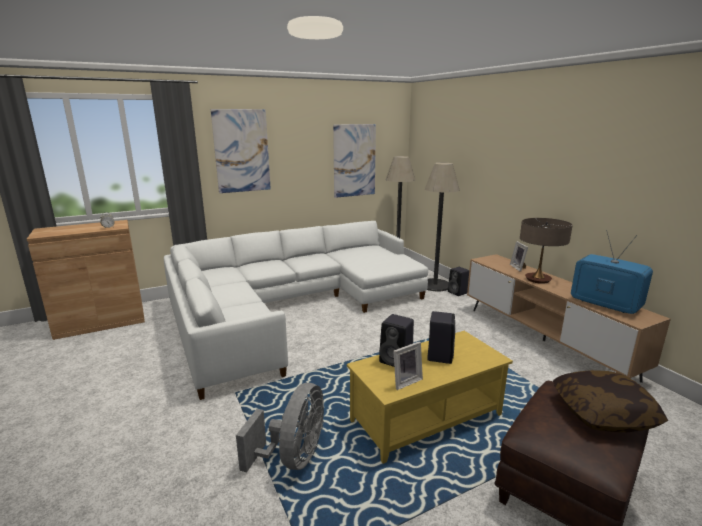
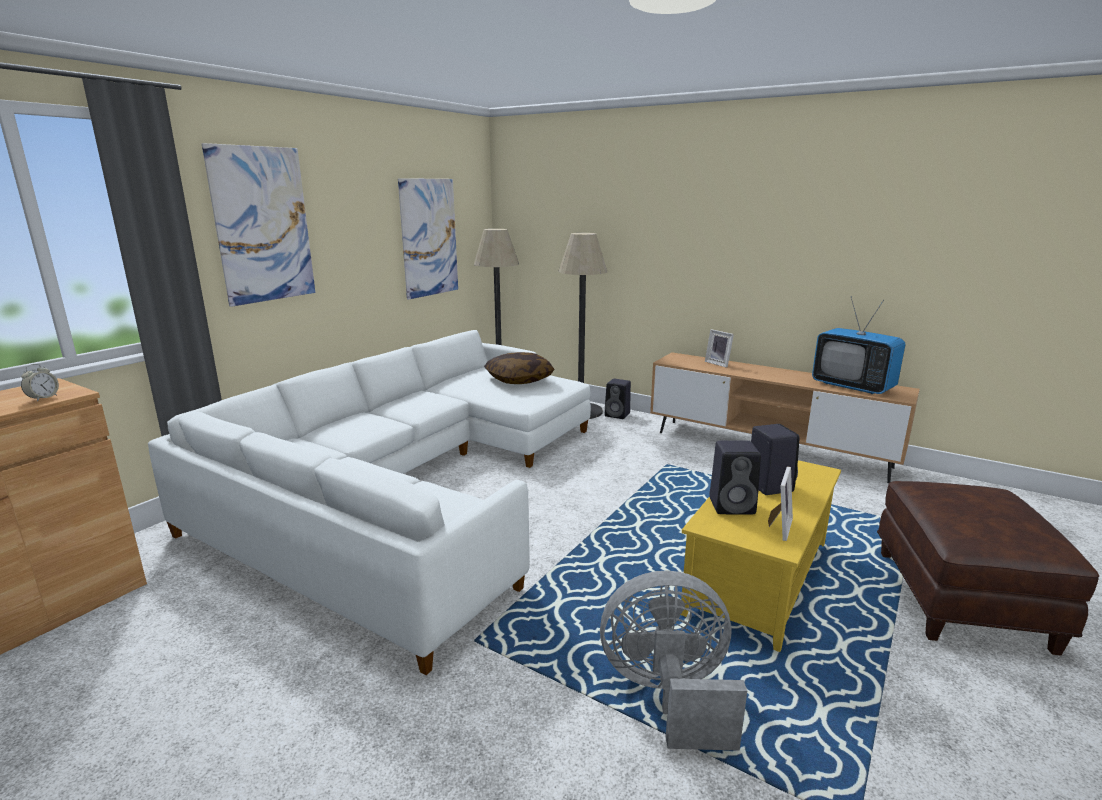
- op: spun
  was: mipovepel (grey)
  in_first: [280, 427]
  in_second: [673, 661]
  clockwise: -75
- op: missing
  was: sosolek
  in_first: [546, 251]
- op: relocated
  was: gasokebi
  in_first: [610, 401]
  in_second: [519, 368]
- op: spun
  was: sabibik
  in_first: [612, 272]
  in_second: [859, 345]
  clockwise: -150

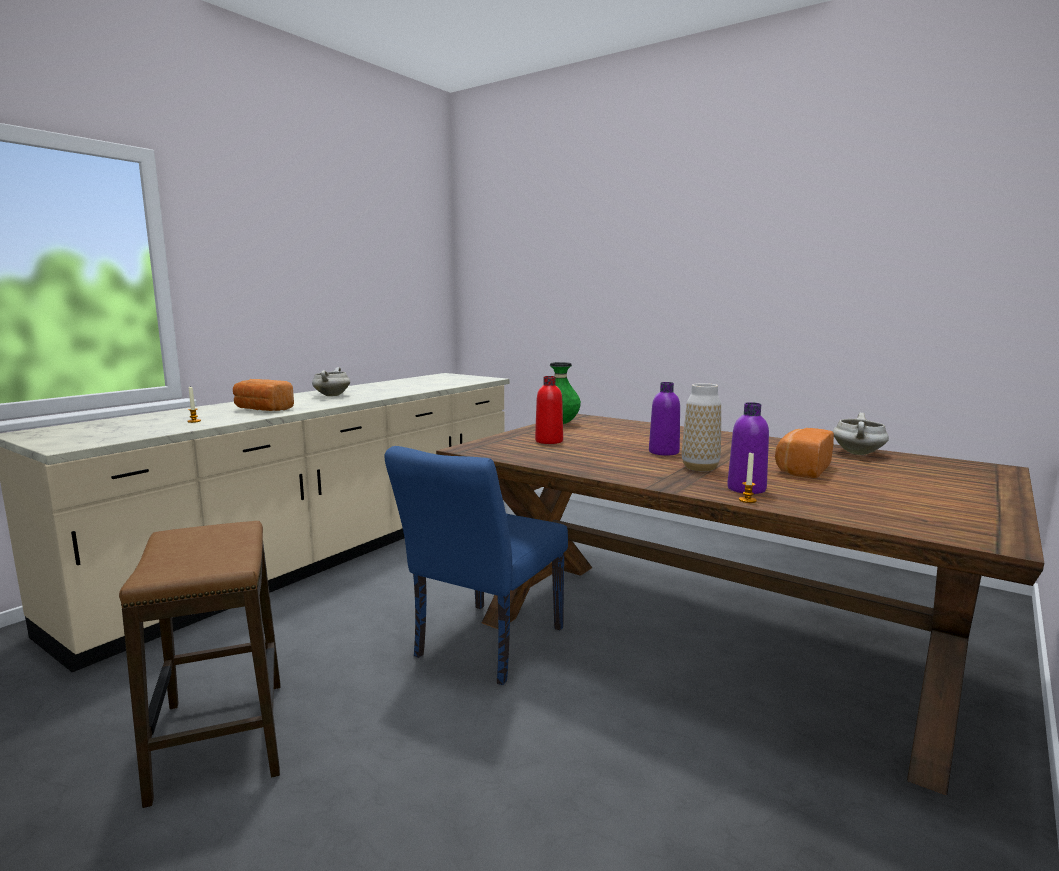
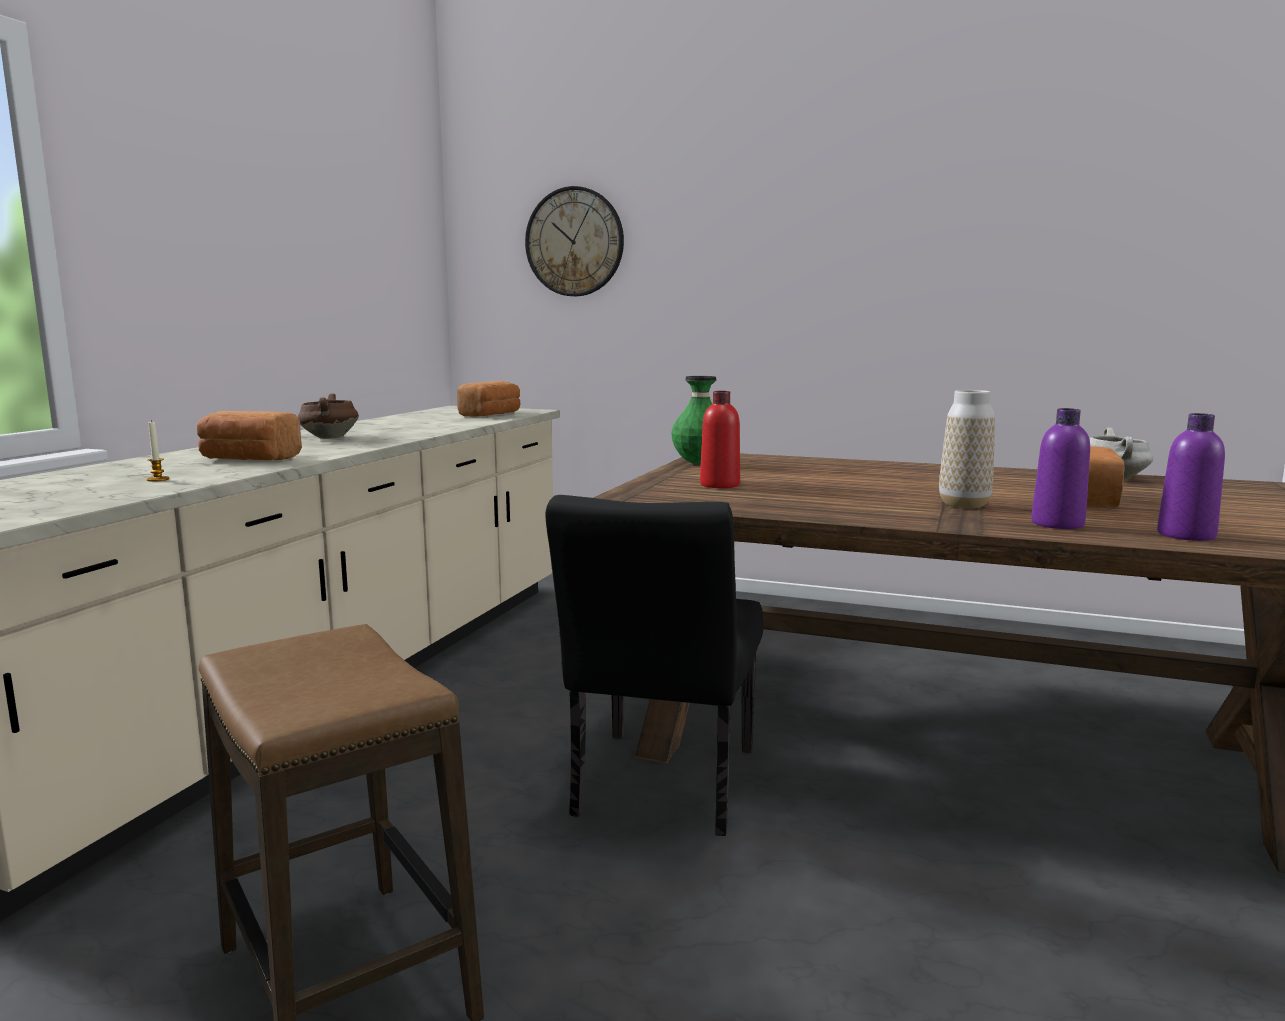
- op: colour
  was: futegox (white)
  now: futegox (brown)
  in_first: [331, 381]
  in_second: [328, 416]
- op: colour
  was: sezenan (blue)
  now: sezenan (black)
  in_first: [476, 565]
  in_second: [654, 665]
- op: relocated
  was: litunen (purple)
  in_first: [664, 419]
  in_second: [1191, 477]
- op: missing
  was: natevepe
  in_first: [748, 477]
- op: appeared
  now: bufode
  in_second: [489, 399]
- op: appeared
  now: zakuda
  in_second: [574, 241]

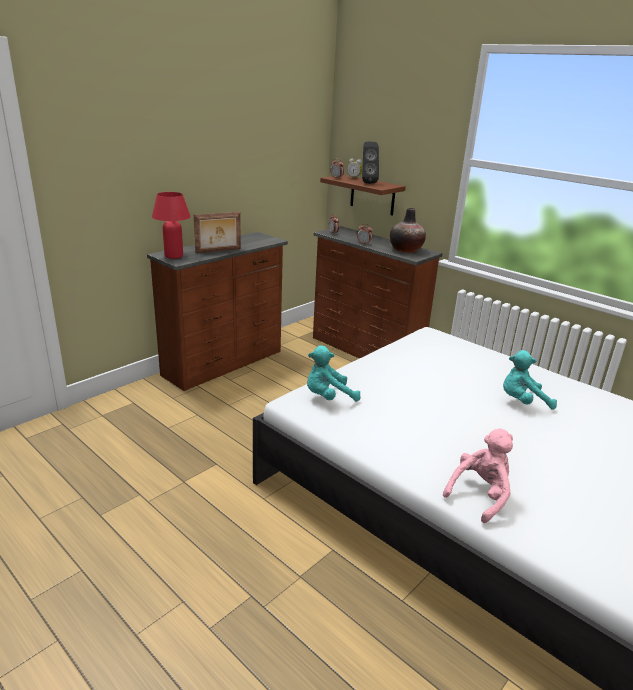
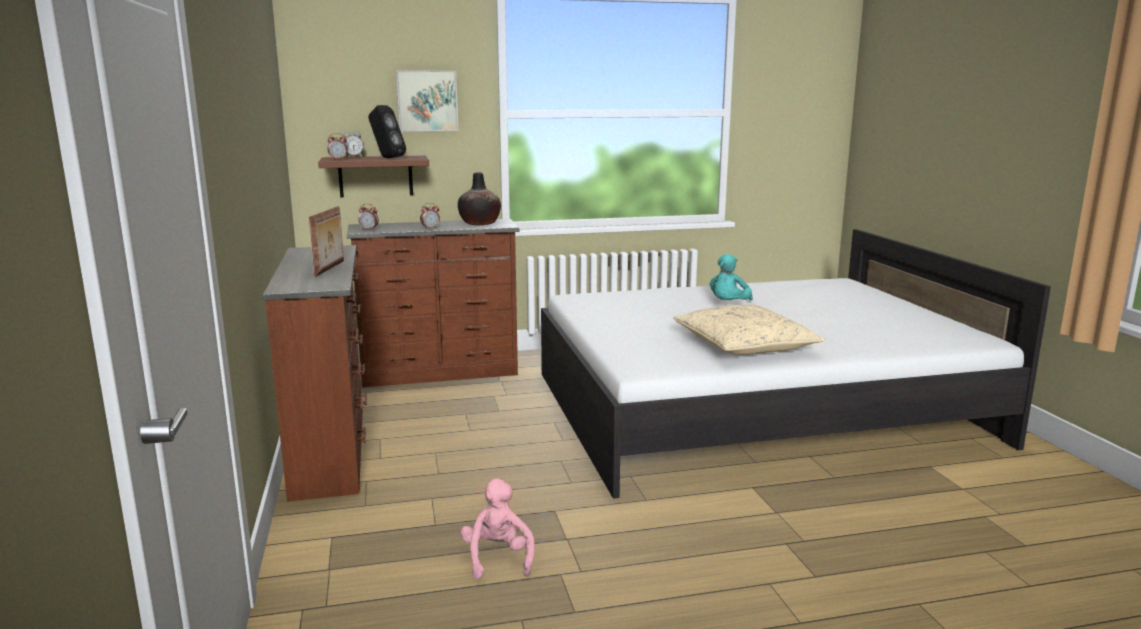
- op: missing
  was: sosolek (red)
  in_first: [171, 225]
- op: missing
  was: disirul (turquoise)
  in_first: [334, 373]
- op: relocated
  was: disirul (pink)
  in_first: [478, 475]
  in_second: [498, 528]
- op: appeared
  now: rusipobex
  in_second: [427, 100]
- op: appeared
  now: gasokebi (beige)
  in_second: [749, 330]

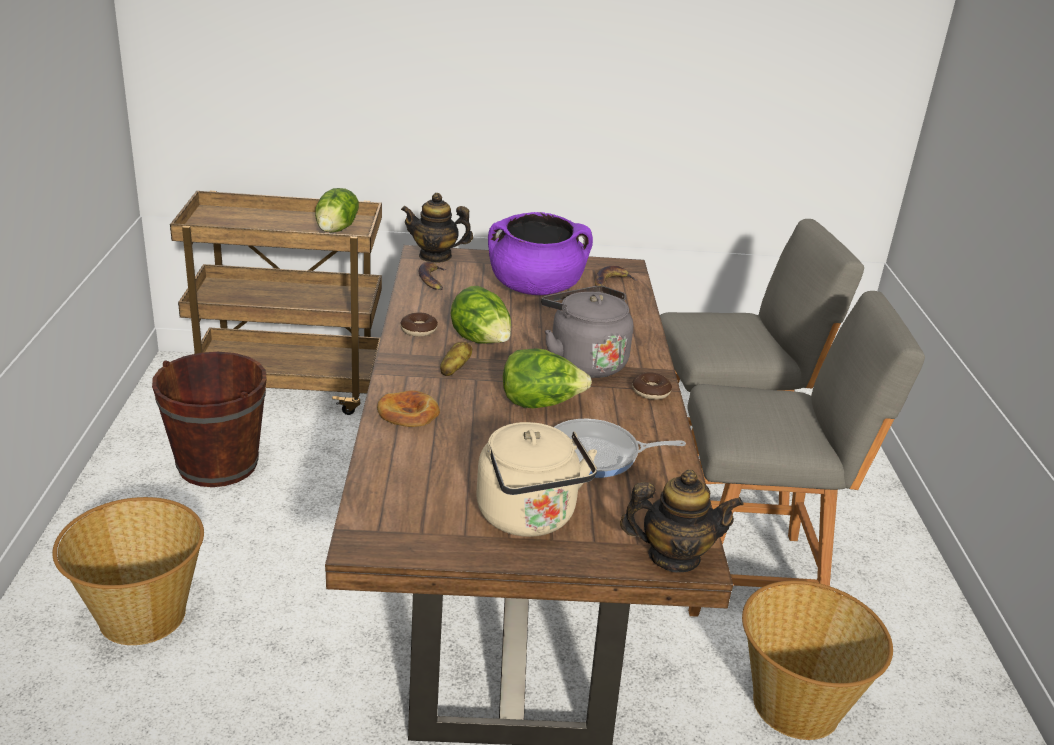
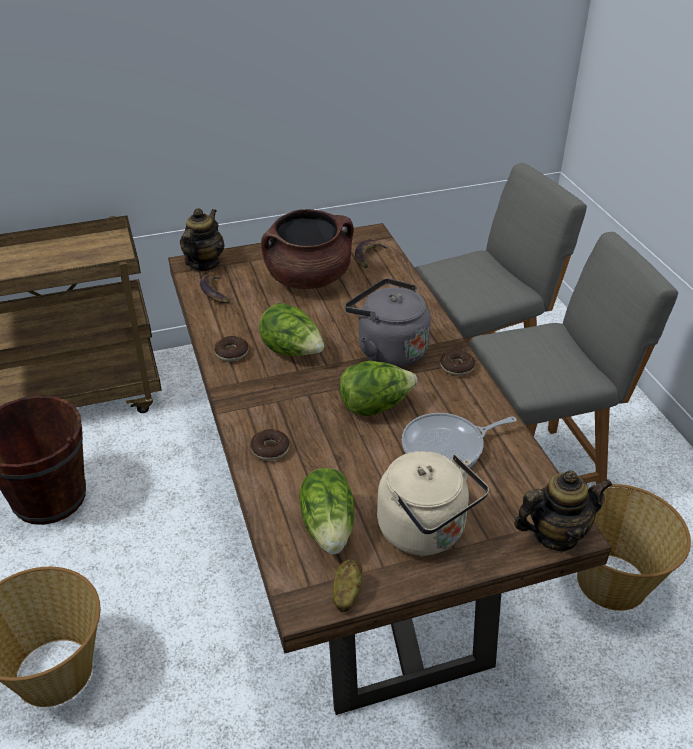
- op: relocated
  was: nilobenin
  in_first: [337, 210]
  in_second: [326, 511]
- op: exchanged
  was: bufode
  now: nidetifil
  in_first: [408, 408]
  in_second: [270, 445]
- op: spun
  was: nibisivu
  in_first: [437, 228]
  in_second: [202, 239]
  clockwise: 120
- op: relocated
  was: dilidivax
  in_first: [456, 359]
  in_second: [347, 585]
- op: colour
  was: futegox (purple)
  now: futegox (brown)
  in_first: [540, 253]
  in_second: [307, 249]

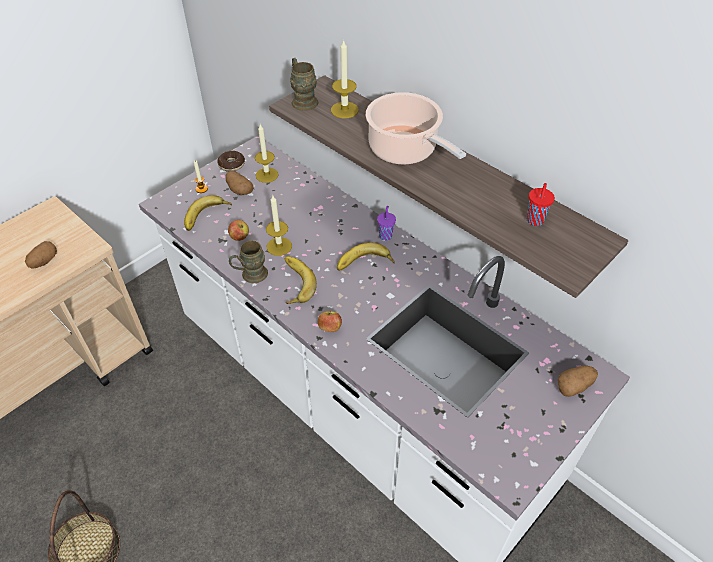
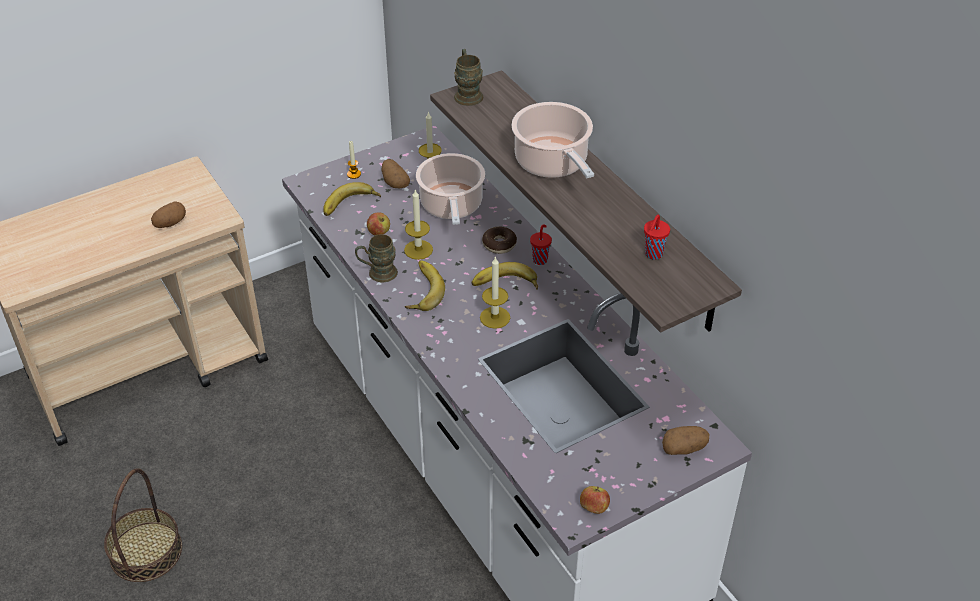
- op: relocated
  was: nidetifil
  in_first: [231, 161]
  in_second: [499, 240]
- op: relocated
  was: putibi
  in_first: [330, 321]
  in_second: [595, 500]
- op: relocated
  was: natevepe
  in_first: [345, 78]
  in_second: [495, 292]
- op: colour
  was: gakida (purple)
  now: gakida (red)
  in_first: [386, 223]
  in_second: [541, 244]
- op: appeared
  now: futegox
  in_second: [450, 189]

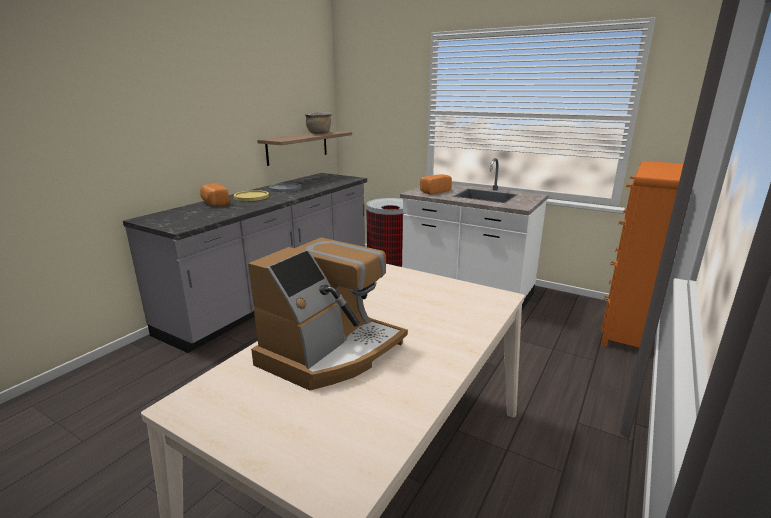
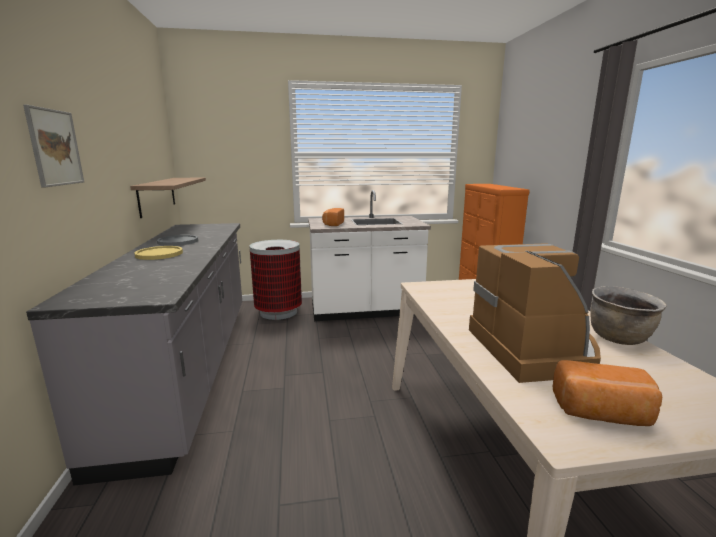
- op: relocated
  was: bufode
  in_first: [214, 194]
  in_second: [607, 393]
- op: relocated
  was: futegox (brown)
  in_first: [318, 123]
  in_second: [629, 315]
- op: appeared
  now: rusipobex
  in_second: [53, 146]

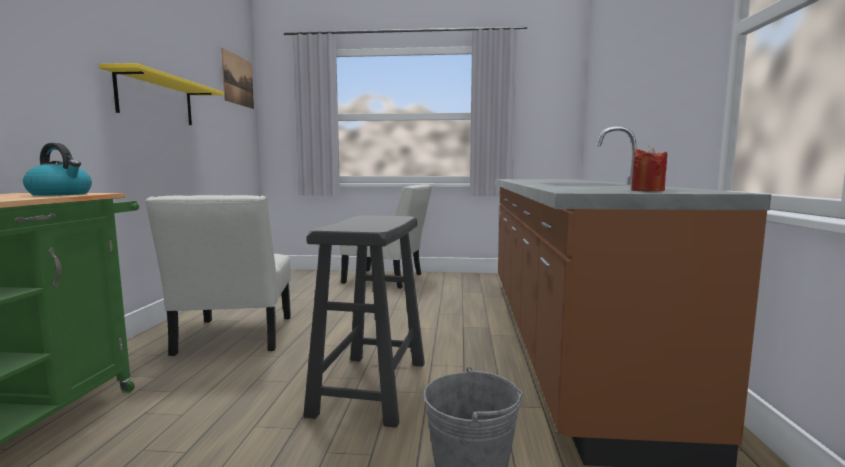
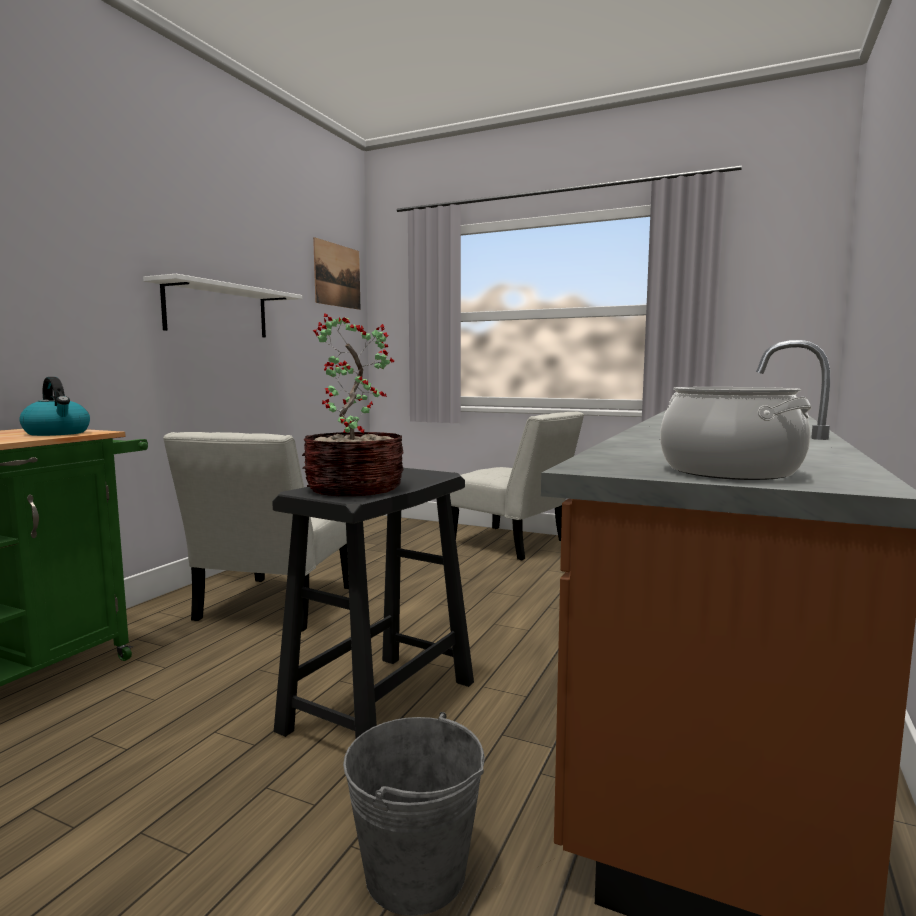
- op: colour
  was: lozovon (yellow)
  now: lozovon (white)
  in_first: [161, 94]
  in_second: [222, 305]
- op: exchanged
  was: natevepe (red)
  now: futegox
  in_first: [649, 168]
  in_second: [736, 433]
- op: appeared
  now: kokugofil
  in_second: [352, 404]

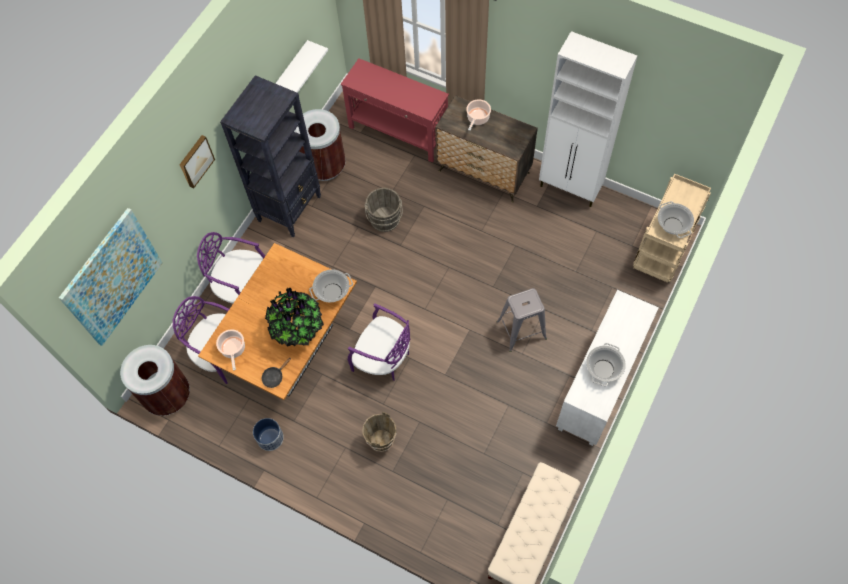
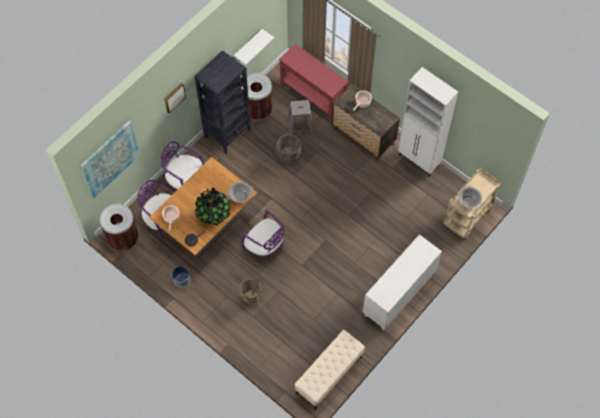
- op: relocated
  was: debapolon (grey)
  in_first: [522, 320]
  in_second: [300, 118]
- op: missing
  was: futegox
  in_first: [606, 364]

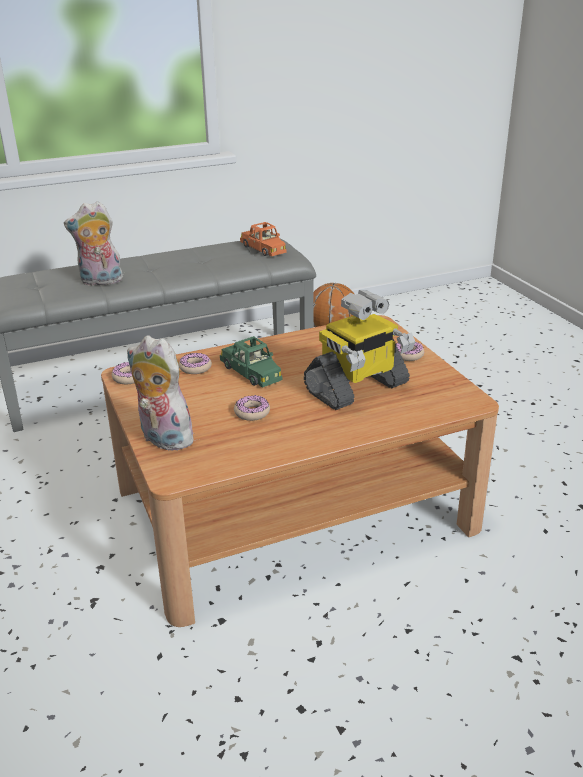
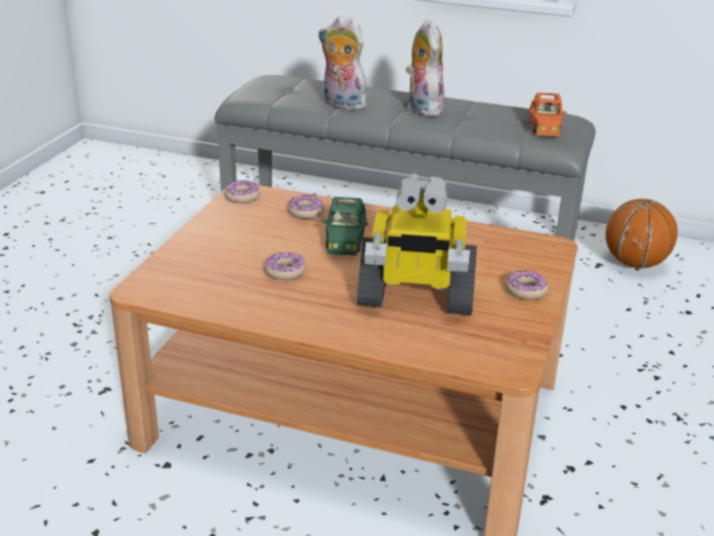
- op: relocated
  was: disirul
  in_first: [160, 392]
  in_second: [425, 68]

